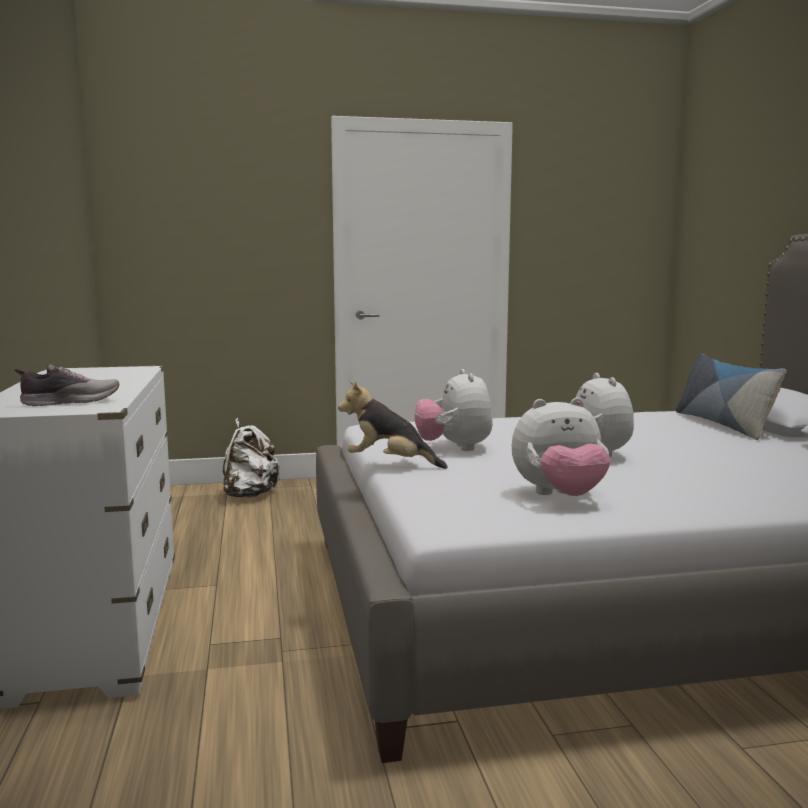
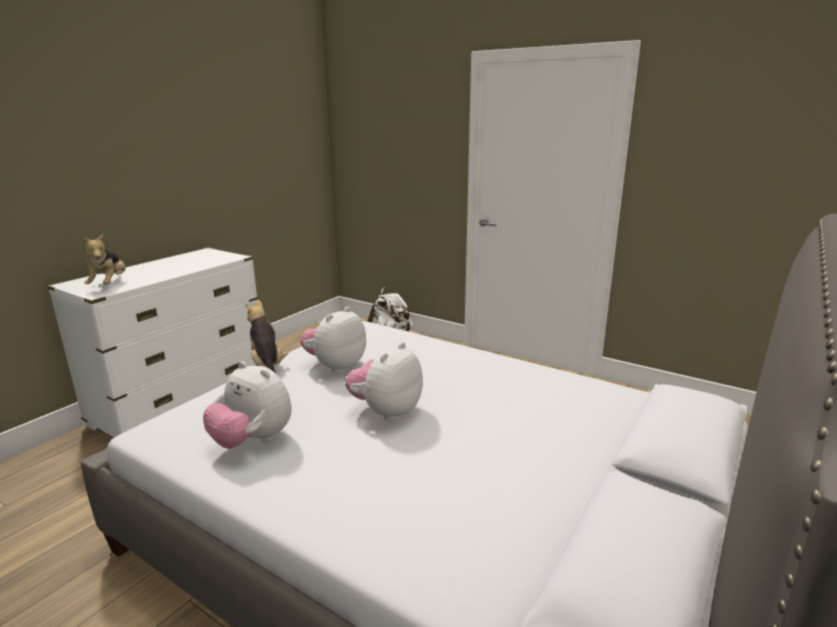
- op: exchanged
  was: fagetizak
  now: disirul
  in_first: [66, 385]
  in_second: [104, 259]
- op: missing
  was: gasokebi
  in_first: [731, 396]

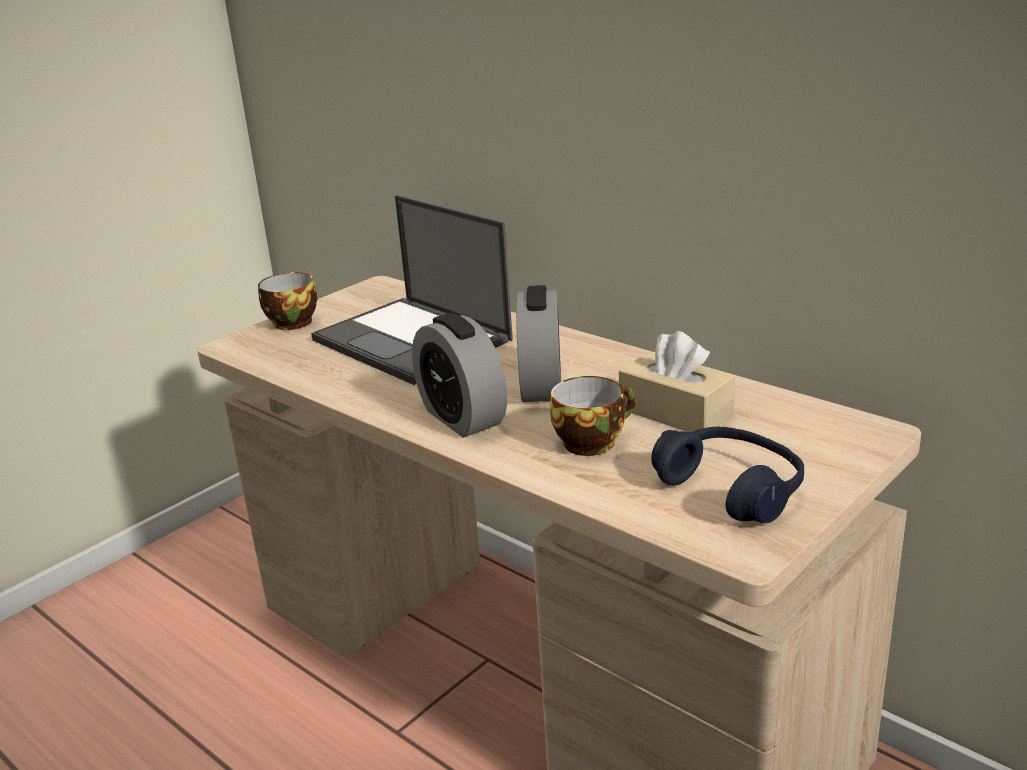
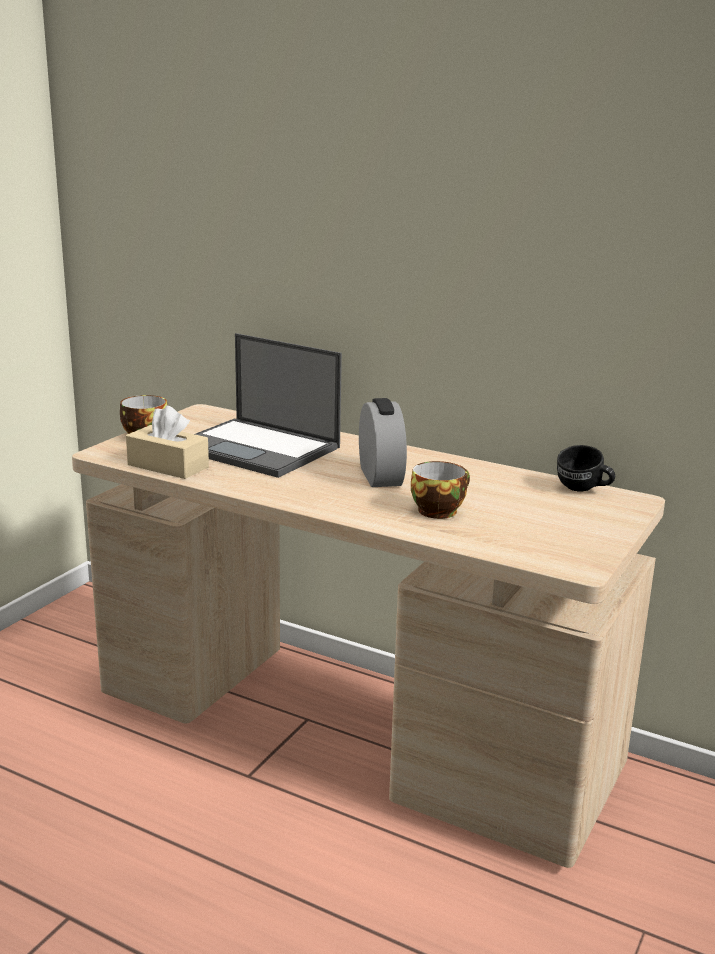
- op: missing
  was: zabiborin
  in_first: [459, 375]
- op: relocated
  was: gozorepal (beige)
  in_first: [677, 381]
  in_second: [167, 442]
- op: missing
  was: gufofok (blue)
  in_first: [727, 475]
- op: appeared
  now: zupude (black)
  in_second: [586, 468]

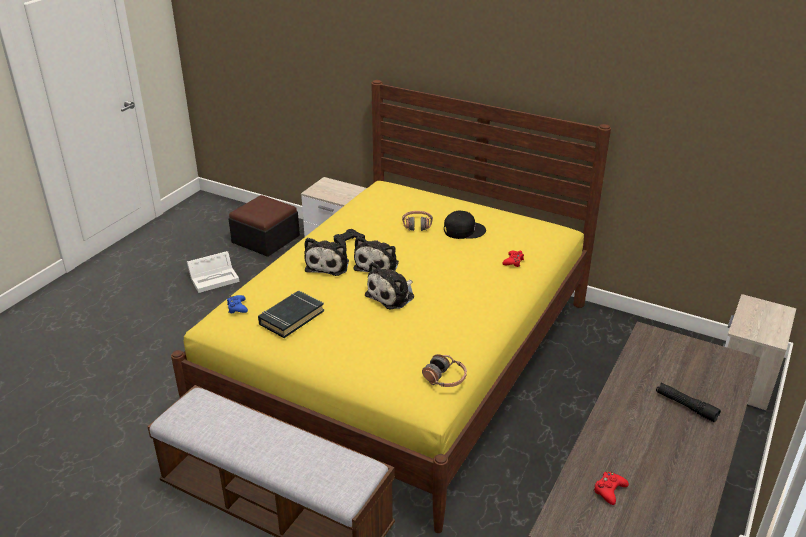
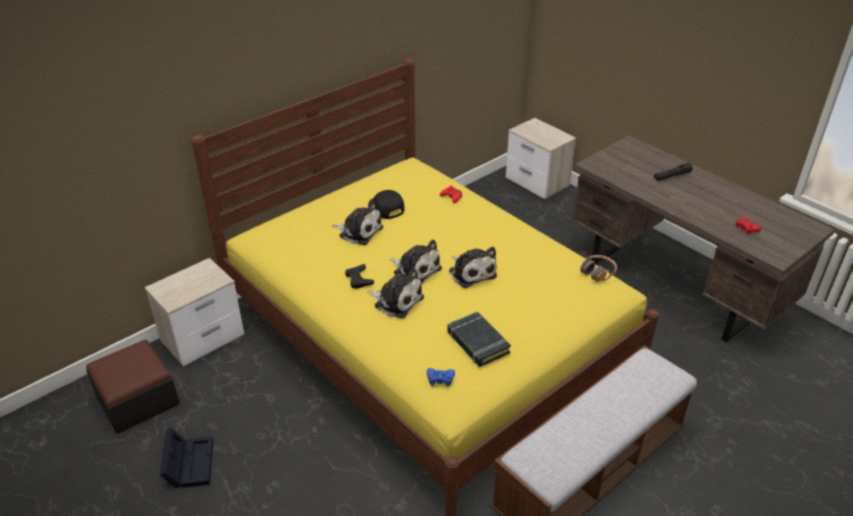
- op: colour
  was: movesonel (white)
  now: movesonel (black)
  in_first: [213, 272]
  in_second: [186, 458]
- op: exchanged
  was: gufofok
  now: disirul
  in_first: [417, 221]
  in_second: [357, 223]
- op: spun
  was: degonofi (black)
  in_first: [465, 225]
  in_second: [386, 204]
  clockwise: -45

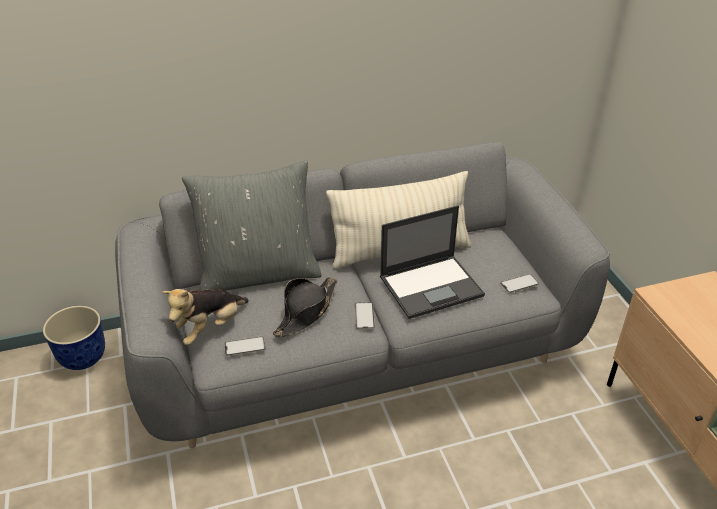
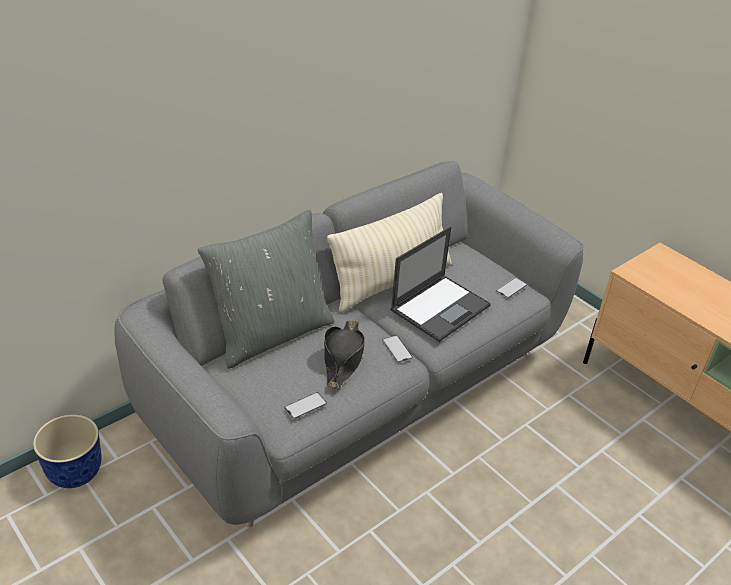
- op: missing
  was: disirul
  in_first: [205, 317]

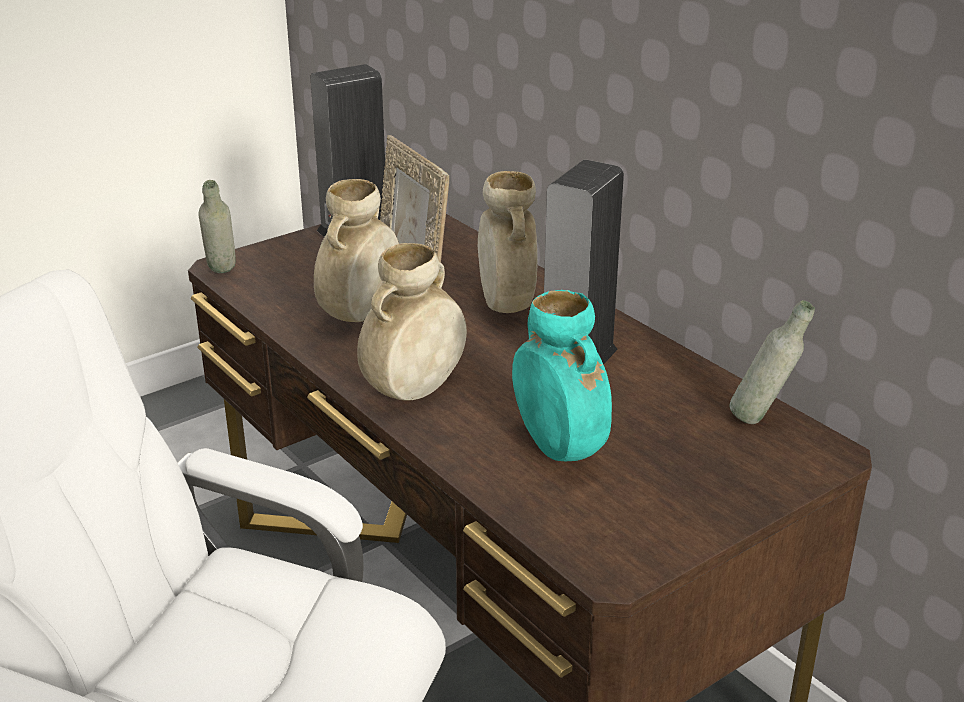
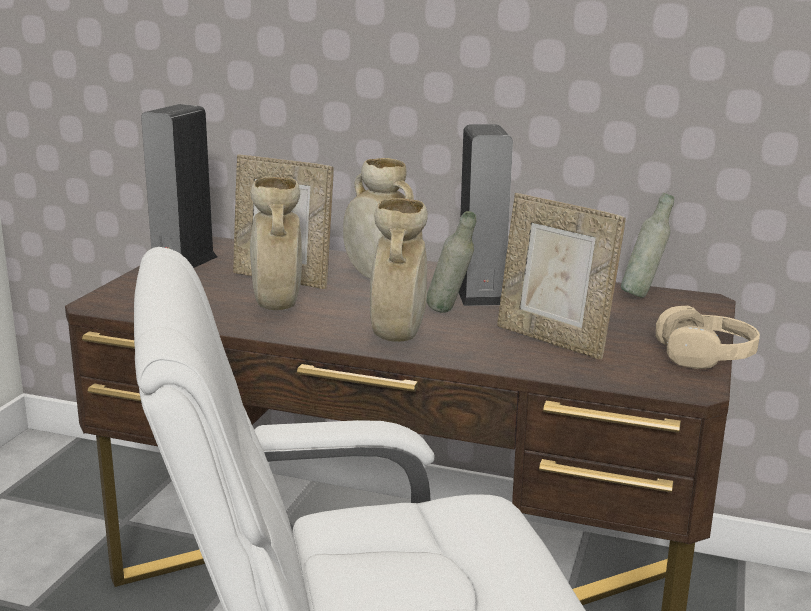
- op: relocated
  was: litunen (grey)
  in_first: [217, 226]
  in_second: [452, 262]
- op: exchanged
  was: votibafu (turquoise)
  now: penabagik
  in_first: [562, 375]
  in_second: [561, 276]
- op: appeared
  now: gufofok (beige)
  in_second: [708, 337]

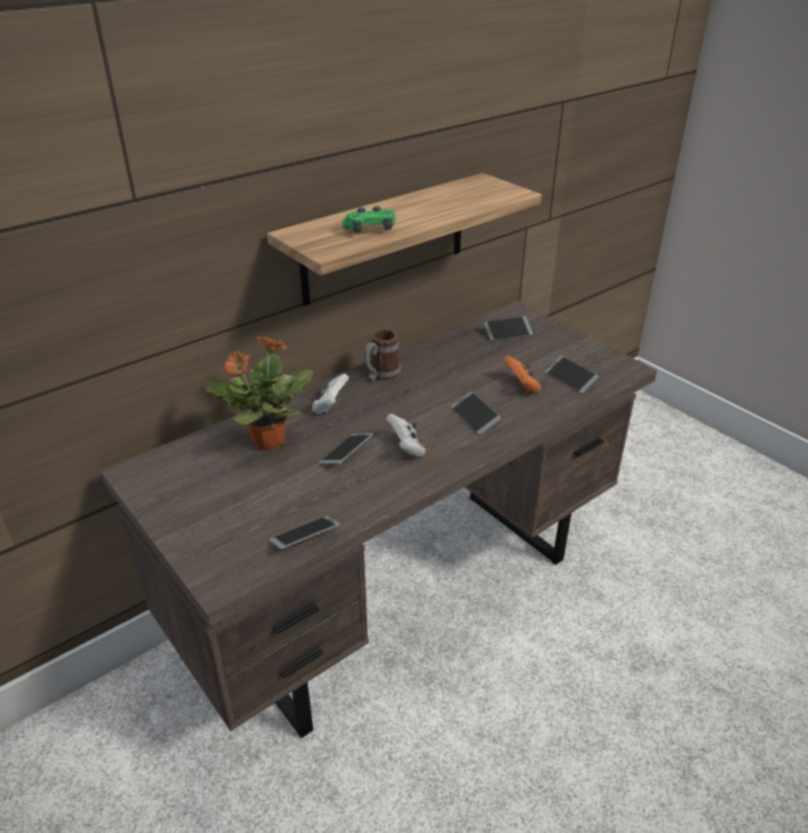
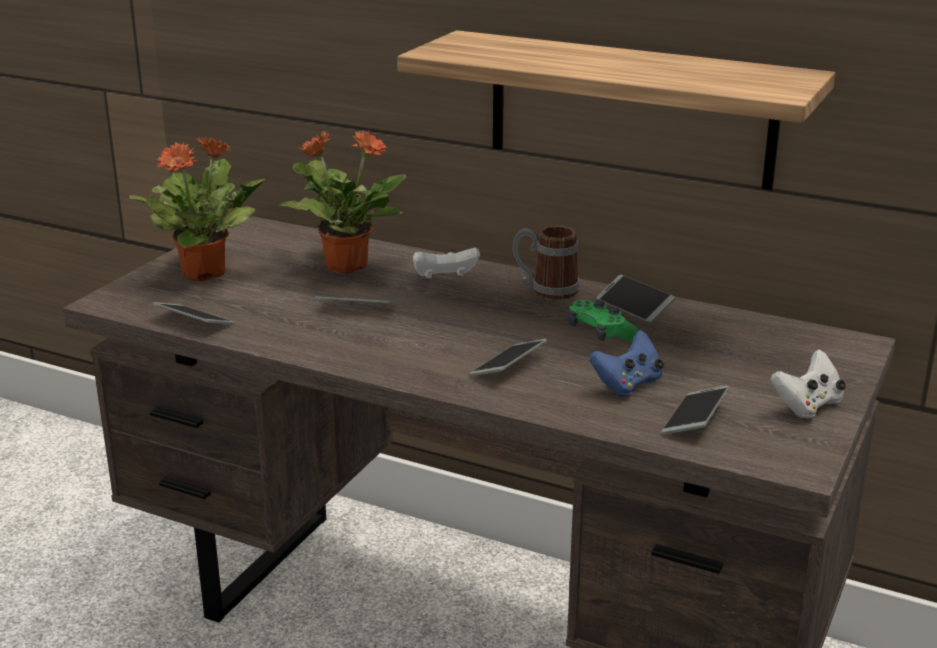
- op: relocated
  was: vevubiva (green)
  in_first: [369, 219]
  in_second: [603, 321]
- op: relocated
  was: vevubiva (white)
  in_first: [406, 435]
  in_second: [808, 384]
- op: relocated
  was: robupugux
  in_first: [508, 328]
  in_second: [635, 299]
- op: colour
  was: vevubiva (orange)
  now: vevubiva (blue)
  in_first: [522, 374]
  in_second: [626, 363]
- op: appeared
  now: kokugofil
  in_second: [197, 209]

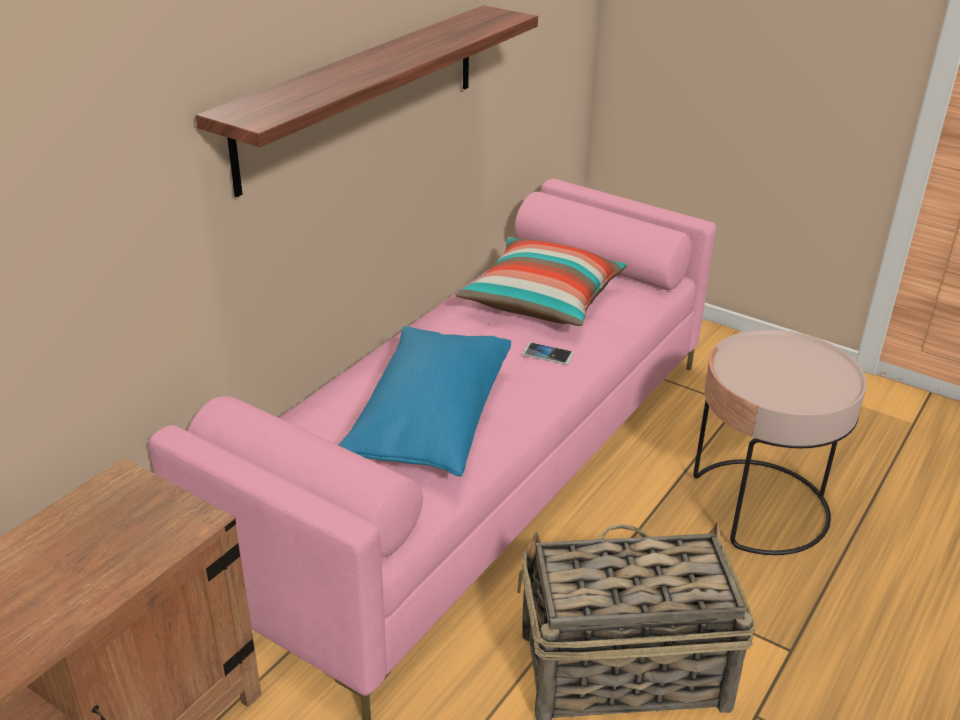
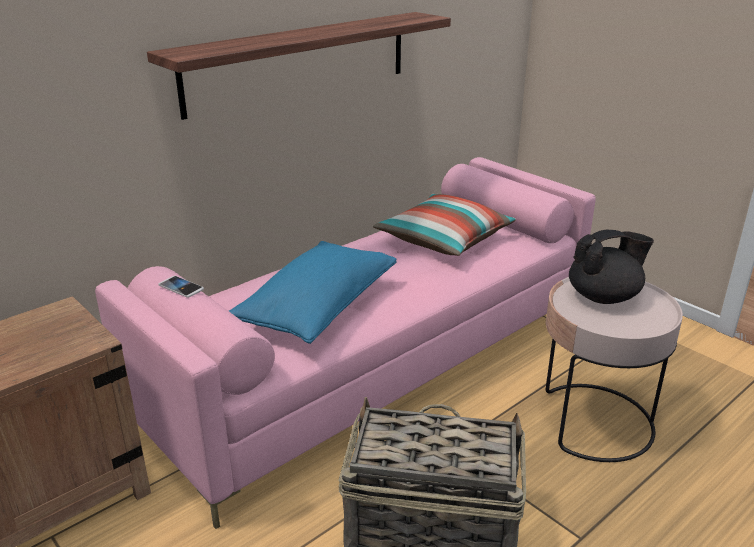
- op: relocated
  was: robupugux
  in_first: [548, 353]
  in_second: [181, 287]
- op: appeared
  now: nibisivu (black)
  in_second: [611, 267]

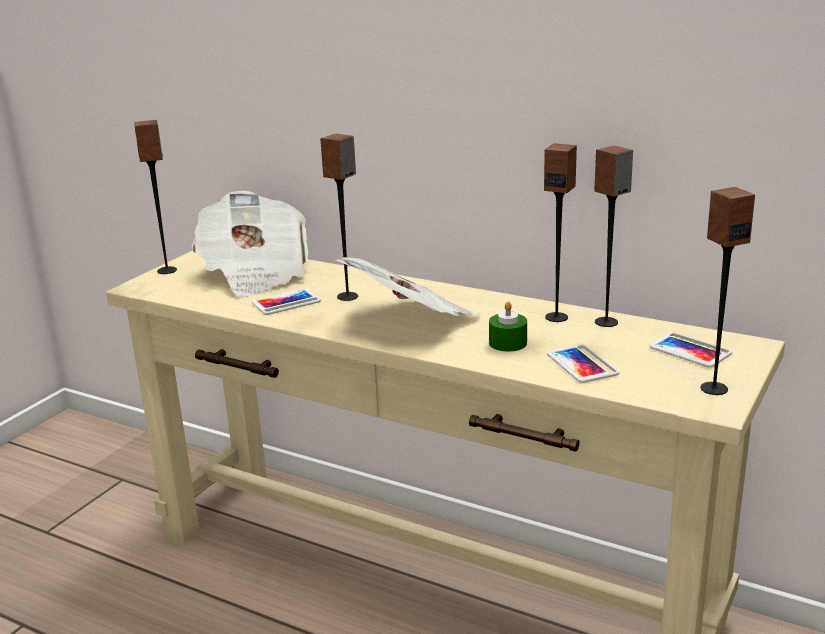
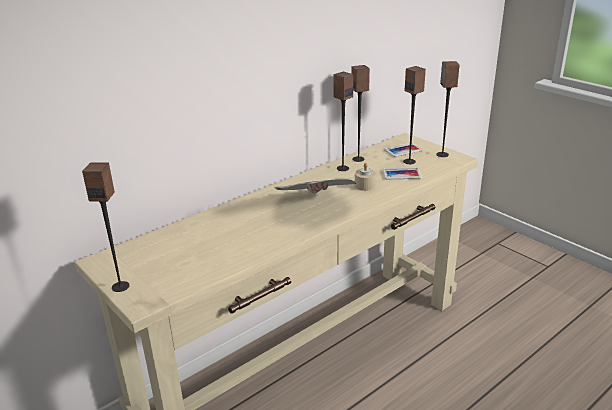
- op: missing
  was: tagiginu
  in_first: [250, 244]
- op: missing
  was: robupugux
  in_first: [286, 301]
- op: relocated
  was: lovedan
  in_first: [339, 217]
  in_second: [414, 115]
- op: colour
  was: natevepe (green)
  now: natevepe (beige)
  in_first: [508, 326]
  in_second: [365, 177]

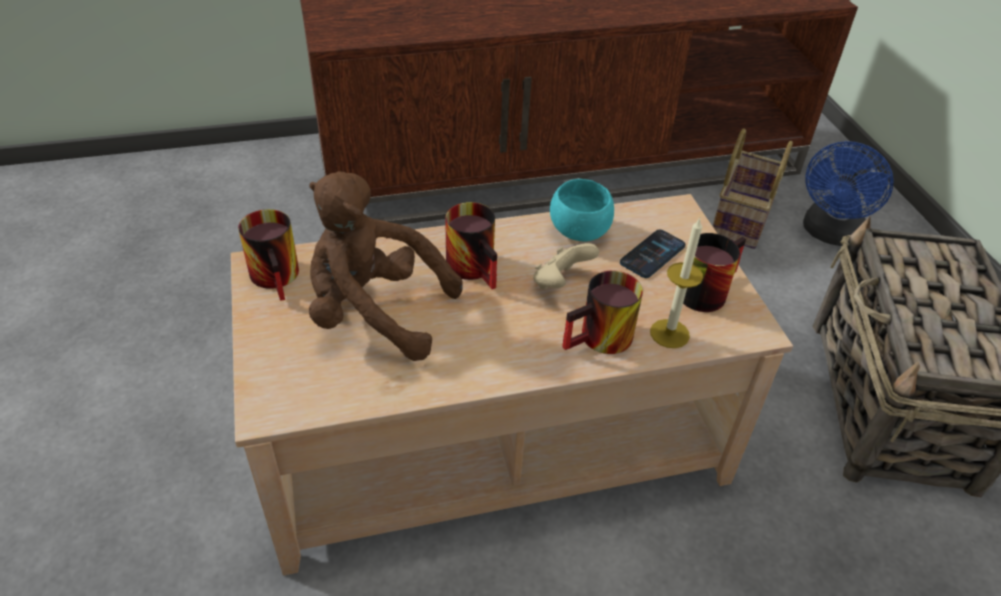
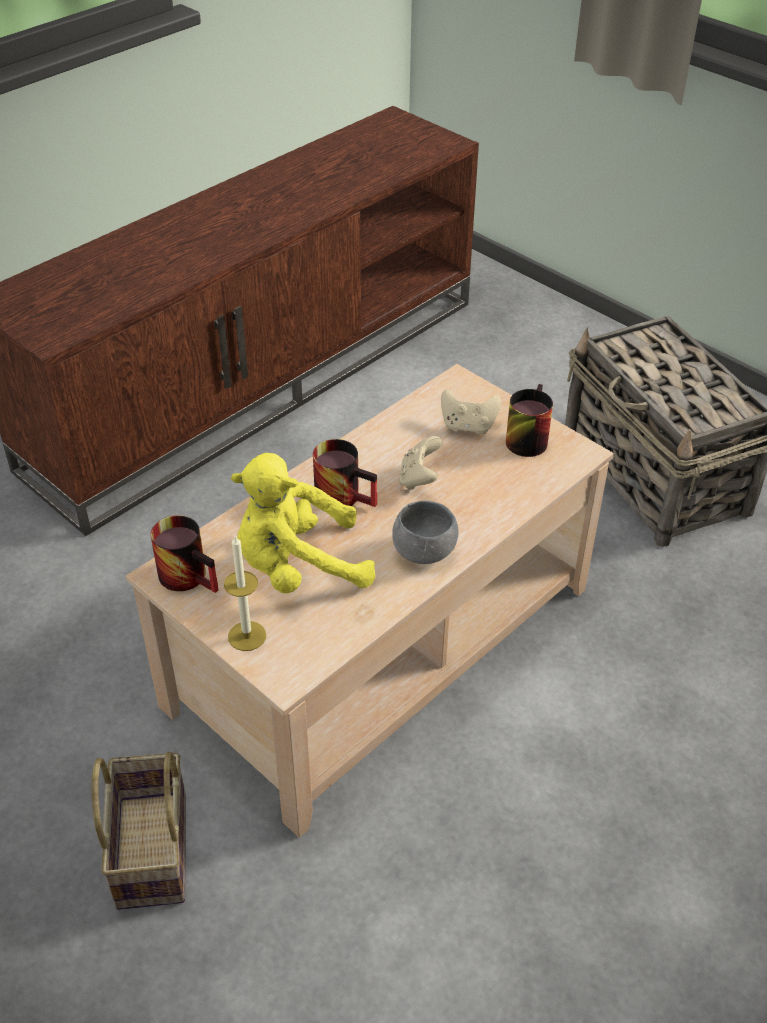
- op: colour
  was: disirul (brown)
  now: disirul (yellow)
  in_first: [386, 266]
  in_second: [303, 523]
- op: missing
  was: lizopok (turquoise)
  in_first: [582, 210]
- op: missing
  was: zupude
  in_first: [602, 312]
- op: exchanged
  was: robupugux
  now: vevubiva (beige)
  in_first: [653, 253]
  in_second: [471, 411]
- op: relocated
  was: natevepe
  in_first: [676, 283]
  in_second: [245, 592]
- op: relocated
  was: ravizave
  in_first: [753, 189]
  in_second: [139, 831]
- op: missing
  was: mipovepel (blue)
  in_first: [848, 193]
- op: appeared
  now: lizopok (grey)
  in_second: [425, 532]

